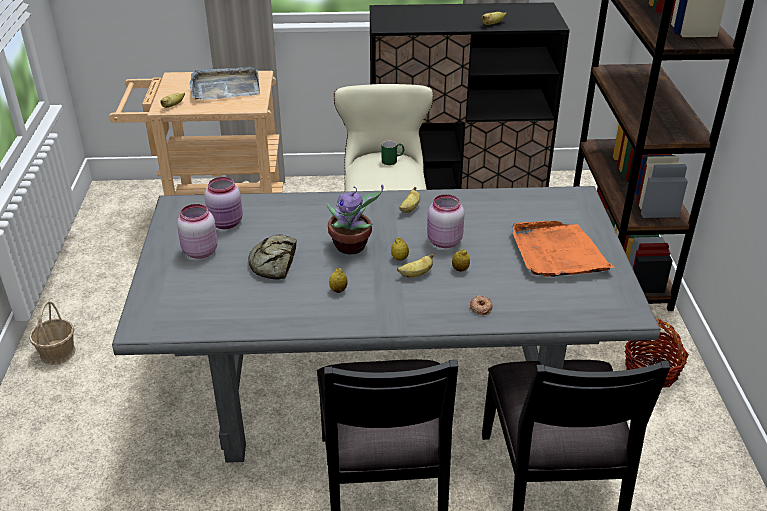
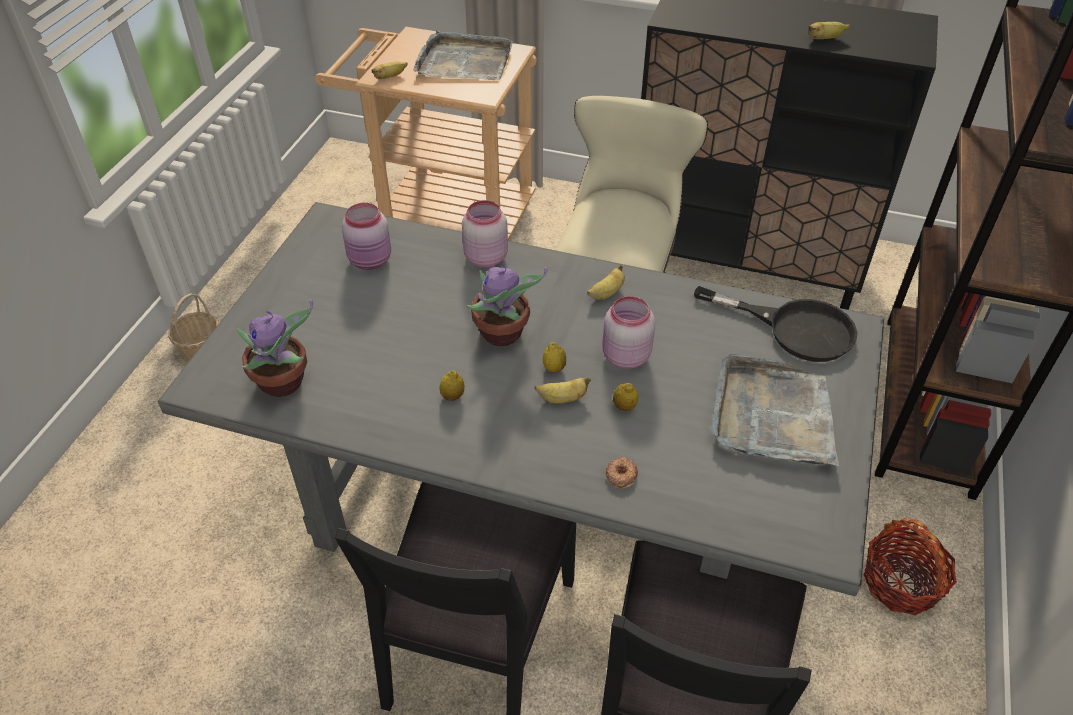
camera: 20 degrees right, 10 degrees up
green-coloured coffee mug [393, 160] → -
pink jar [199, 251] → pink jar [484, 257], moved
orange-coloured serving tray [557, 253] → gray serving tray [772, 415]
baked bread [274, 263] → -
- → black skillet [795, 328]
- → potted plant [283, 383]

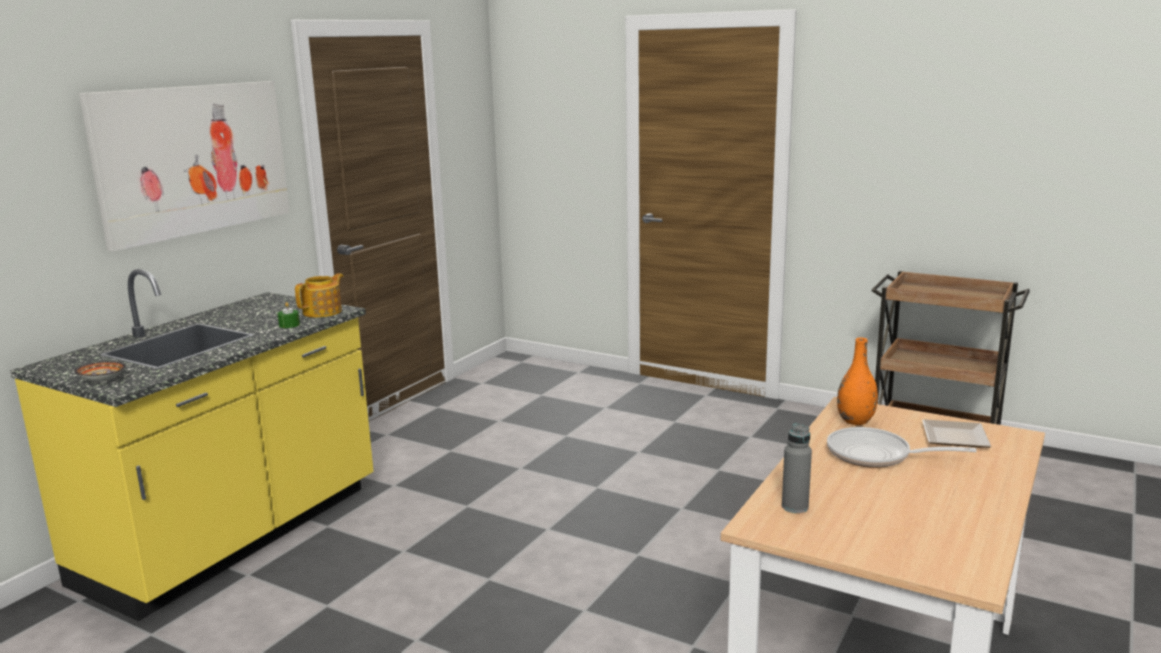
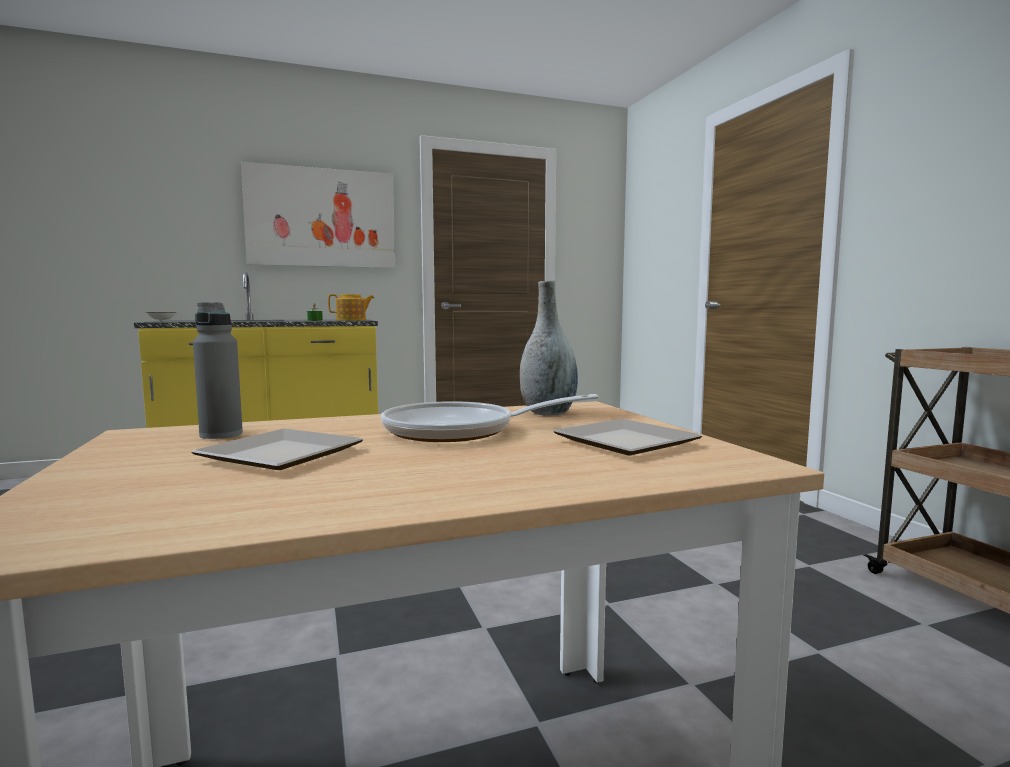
camera: 40 degrees right, 10 degrees down
orange-coloured flower vase [855, 421] → gray flower vase [548, 413]
skillet [876, 455] → skillet [461, 431], 75 degrees counterclockwise
- → dinner plate [282, 454]

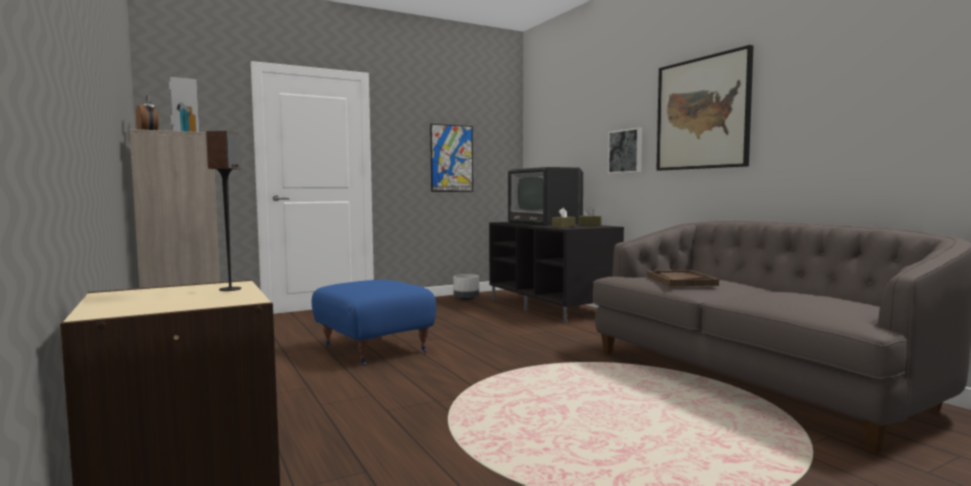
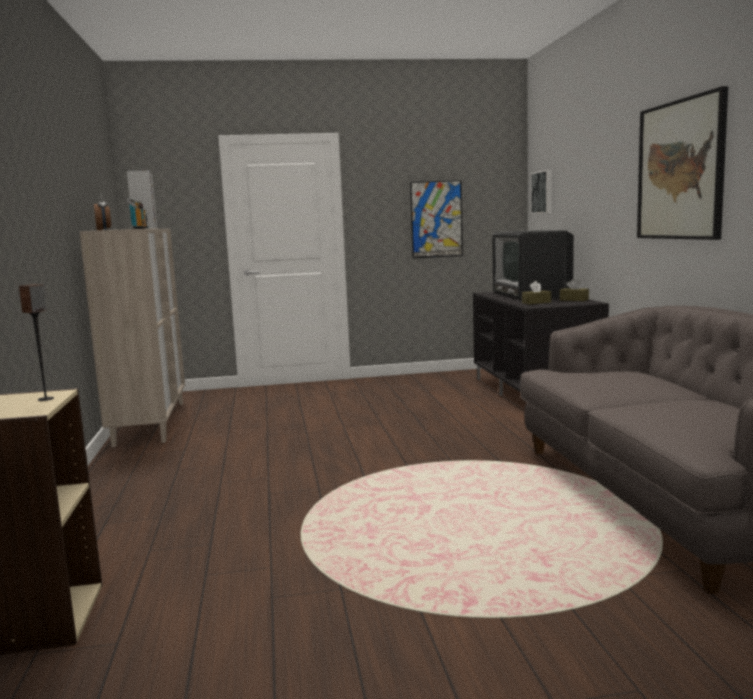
camera: 20 degrees right, 5 degrees up
wall art [626, 151] → wall art [542, 192], moved
brownish serving tray [680, 280] → -
white-coloured plant pot [466, 299] → -
bluish ottoman [374, 349] → -

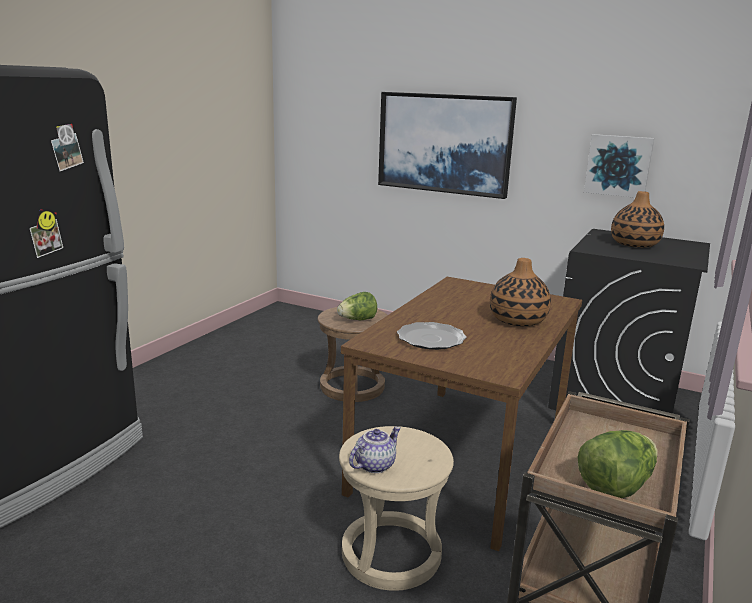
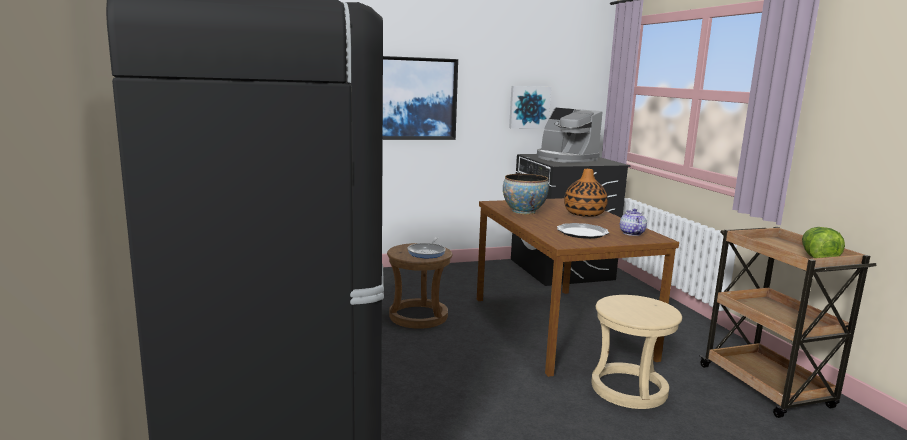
camera: 45 degrees left, 5 degrees down
flower vase [634, 244] → coffee machine [565, 158]
lettuce head [357, 320] → skillet [427, 252]
tea pot [374, 465] → tea pot [631, 233], moved
- → bowl [524, 211]

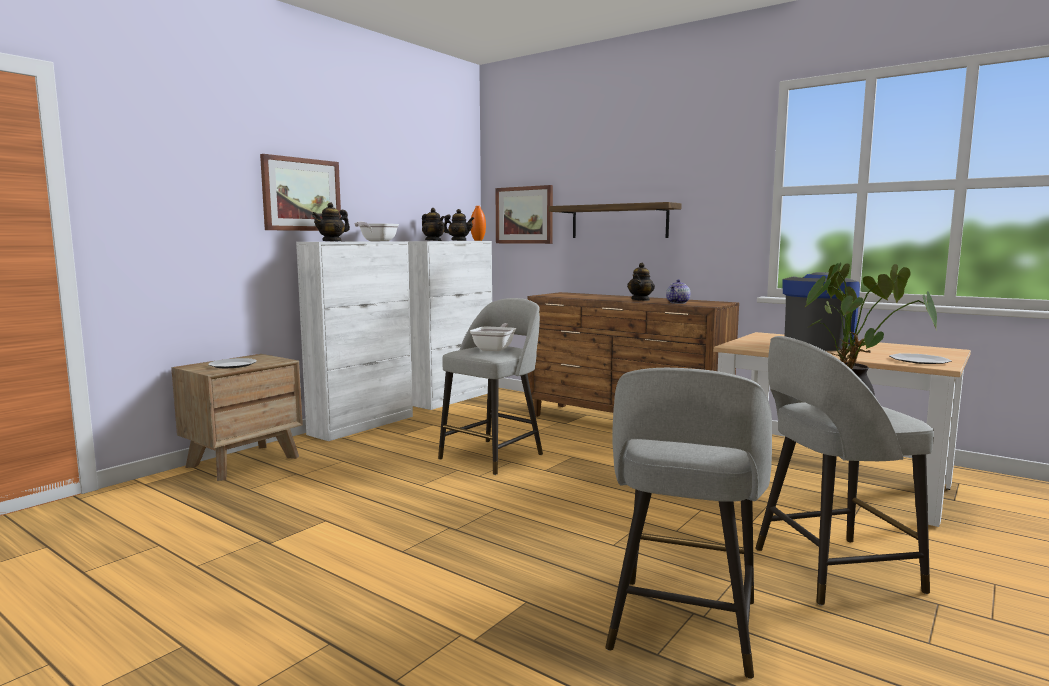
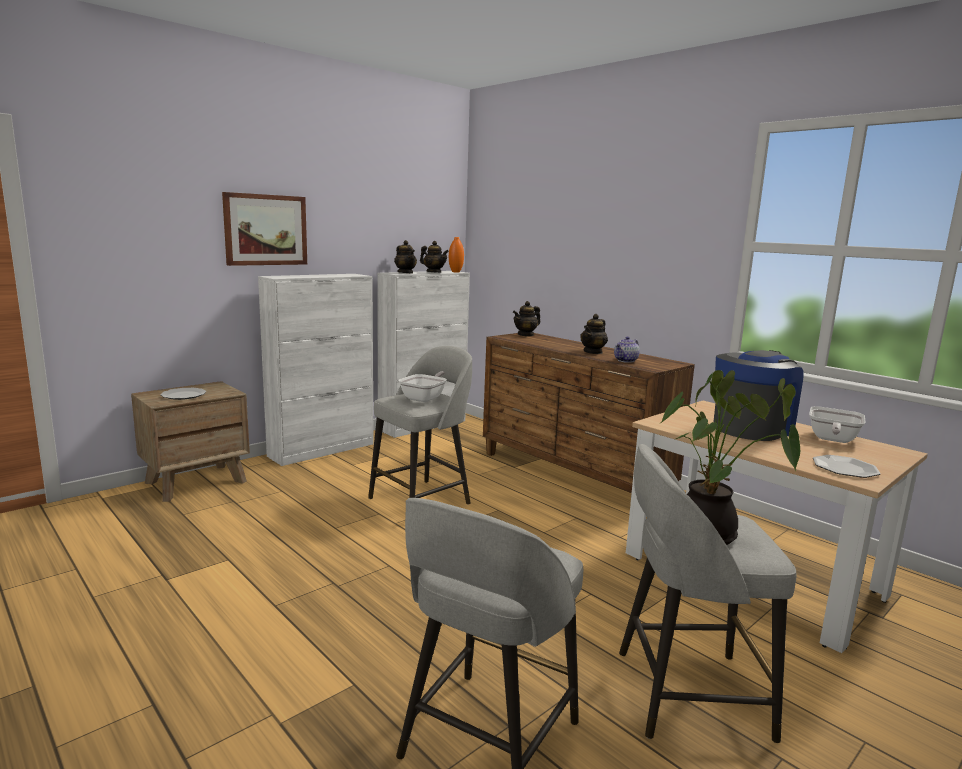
camera: 10 degrees right, 5 degrees up
wall art [524, 215] → -
tea pot [332, 241] → tea pot [526, 335], moved
bracket shelf [619, 221] → -
skillet [376, 241] → skillet [832, 440], moved

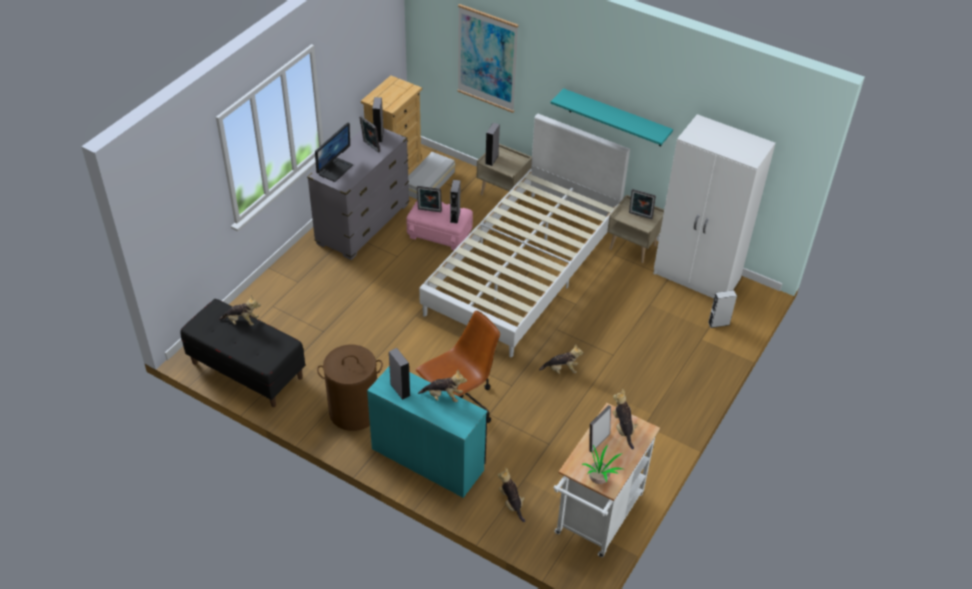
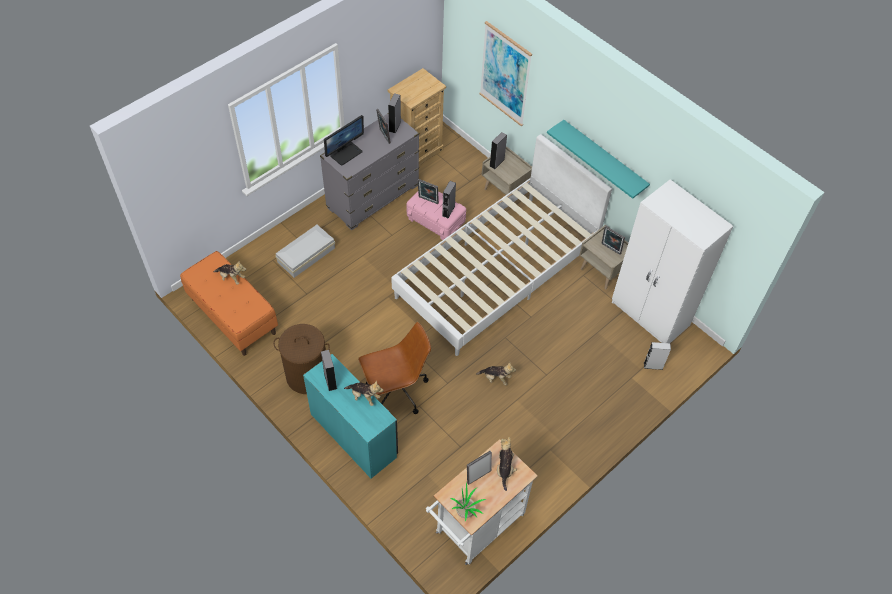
camera: 15 degrees right, 10 degrees up
white-coloured storage box [428, 183] → white-coloured storage box [305, 255], moved
black bench [246, 370] → orange-coloured bench [233, 316]
plush toy [511, 503] → -

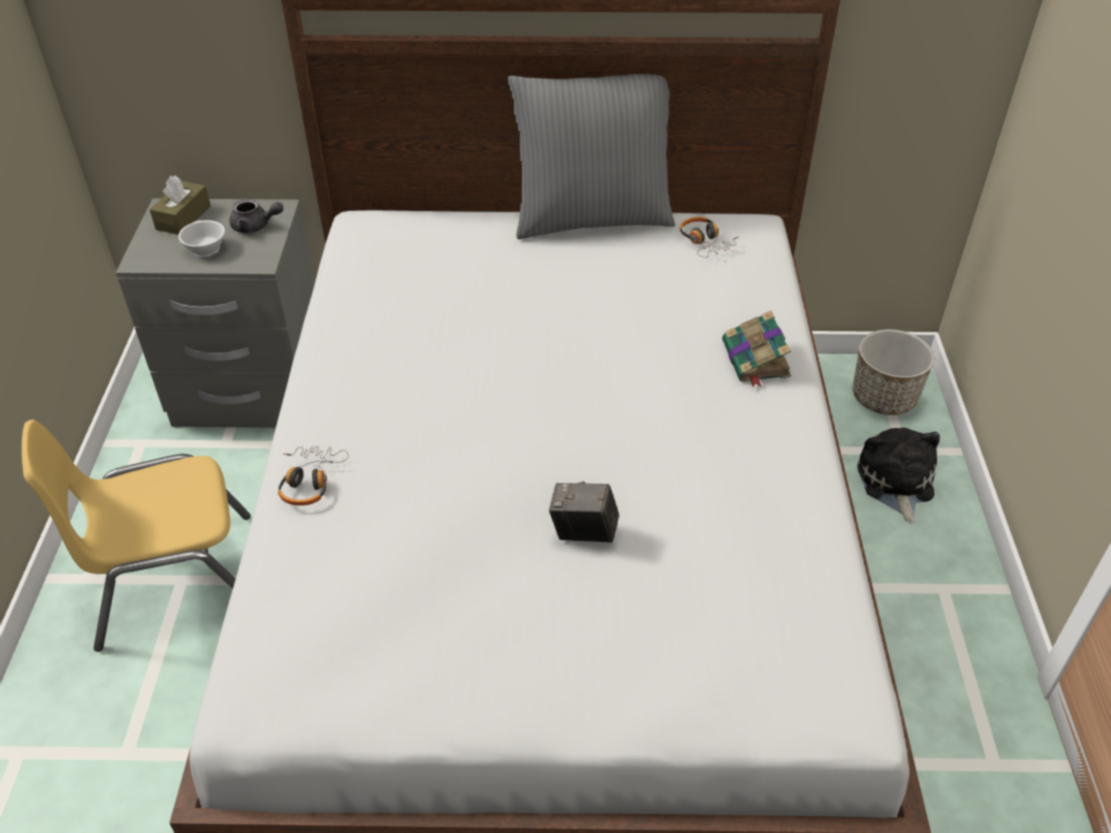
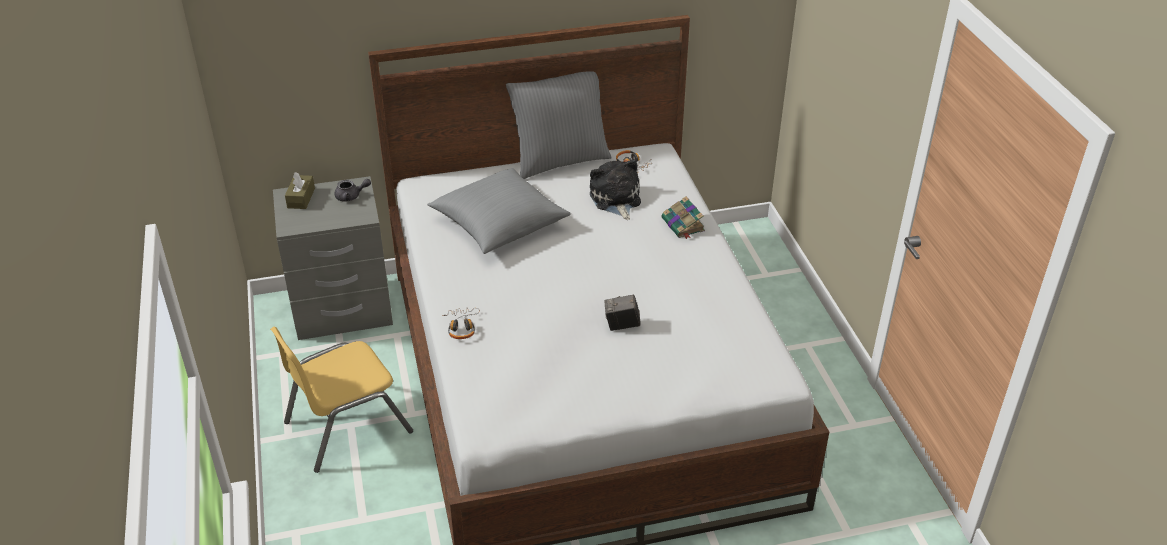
camera: 15 degrees left, 5 degrees down
white-coloured cup [204, 248] → -
plant pot [883, 397] → -
plush toy [895, 483] → plush toy [615, 200], moved
- → gray throw pillow [499, 224]

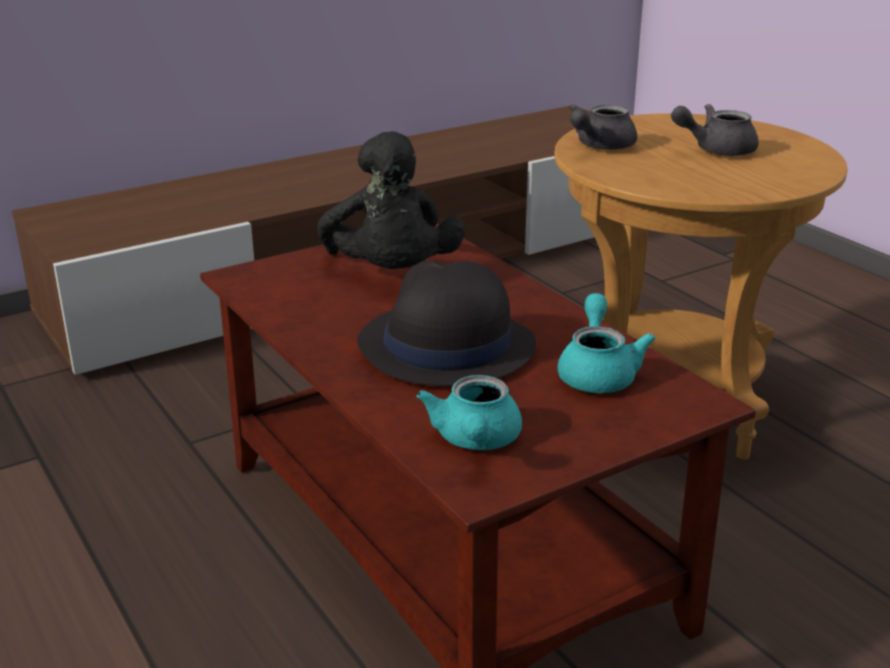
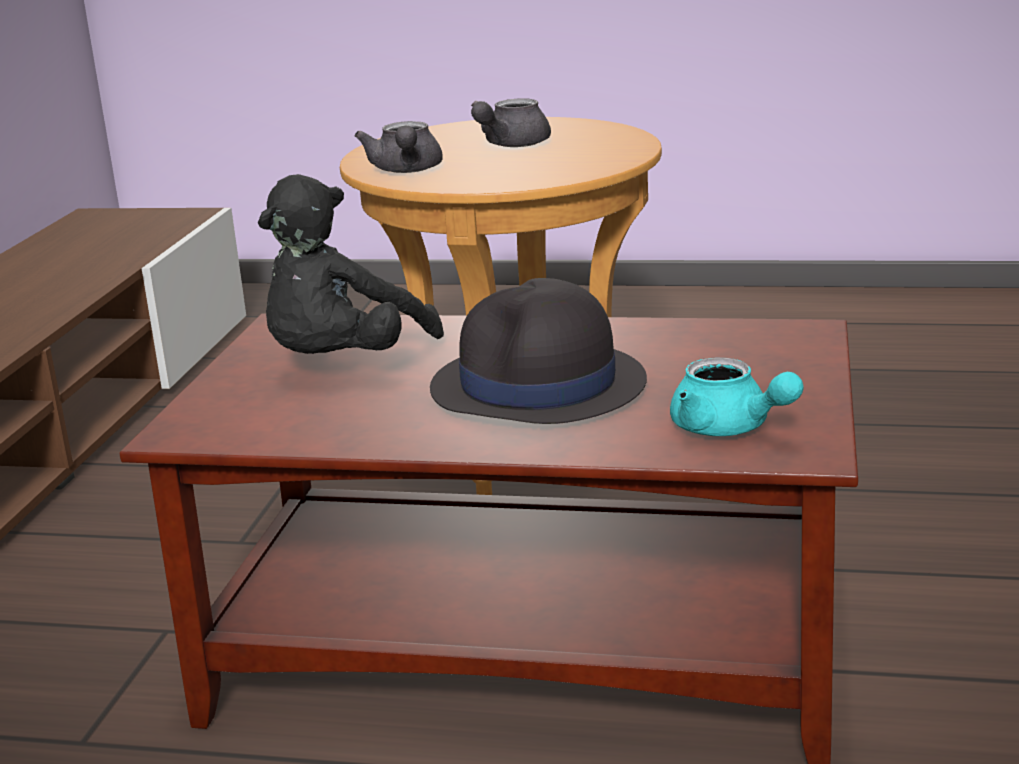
camera: 45 degrees left, 5 degrees down
black plush toy [391, 274] → black plush toy [343, 364], 90 degrees clockwise
turquoise-coloured tea pot [598, 372] → -

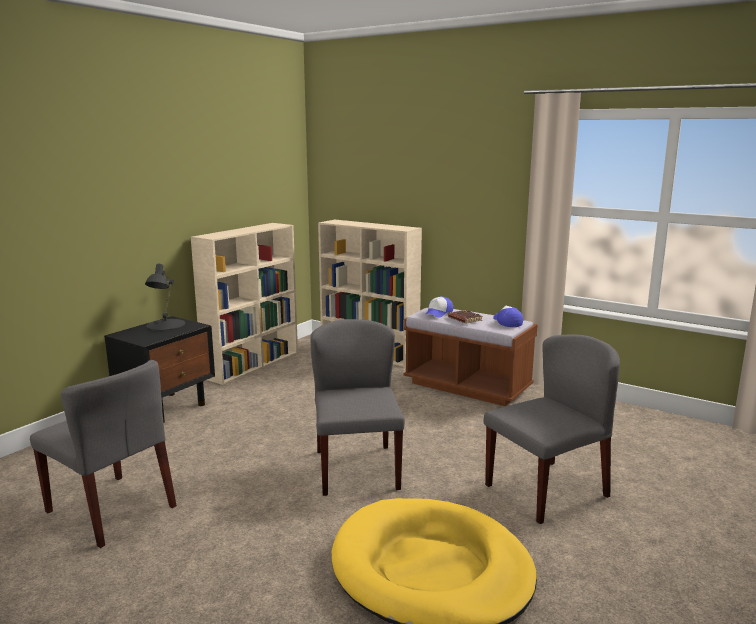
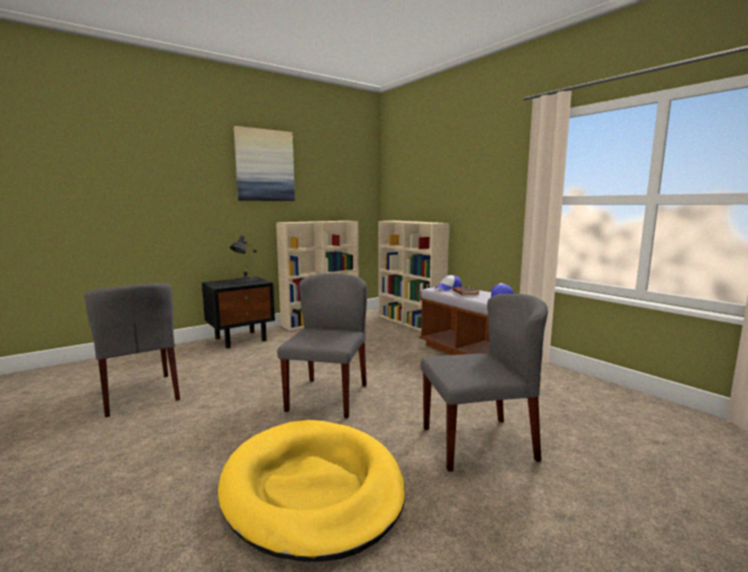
camera: 20 degrees right, 5 degrees down
- → wall art [265, 165]

